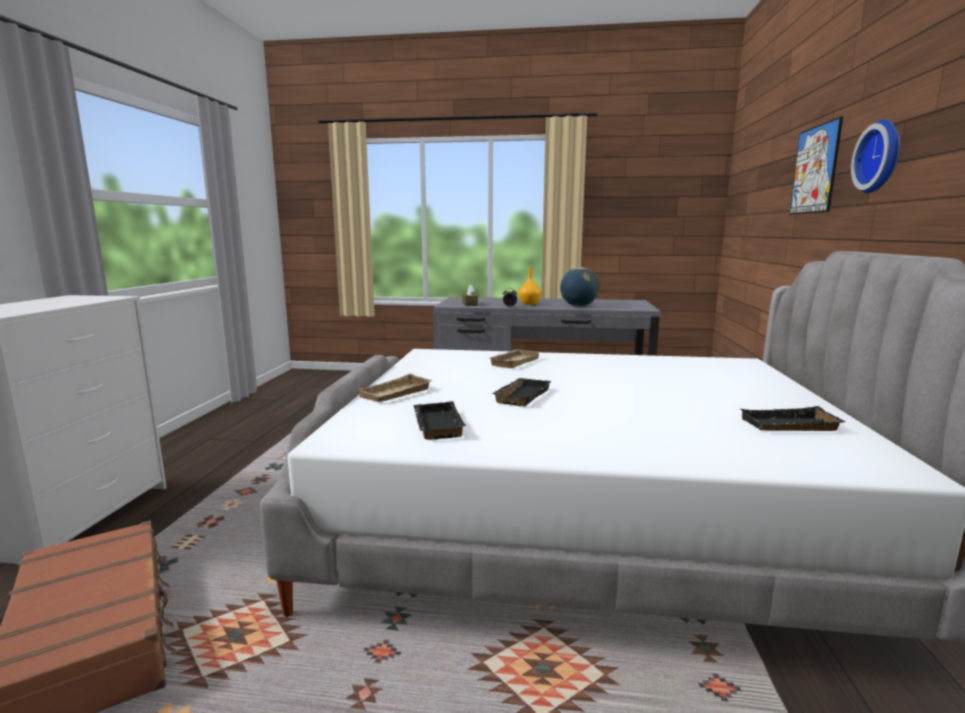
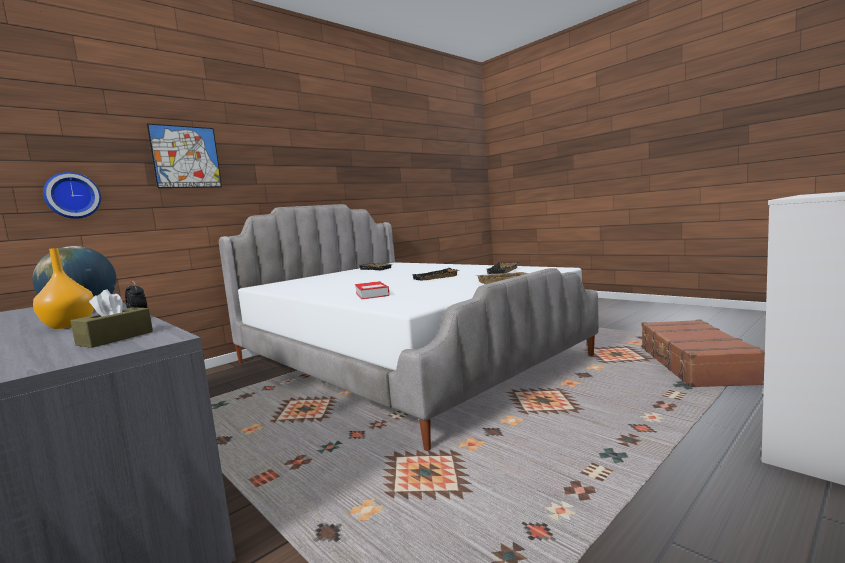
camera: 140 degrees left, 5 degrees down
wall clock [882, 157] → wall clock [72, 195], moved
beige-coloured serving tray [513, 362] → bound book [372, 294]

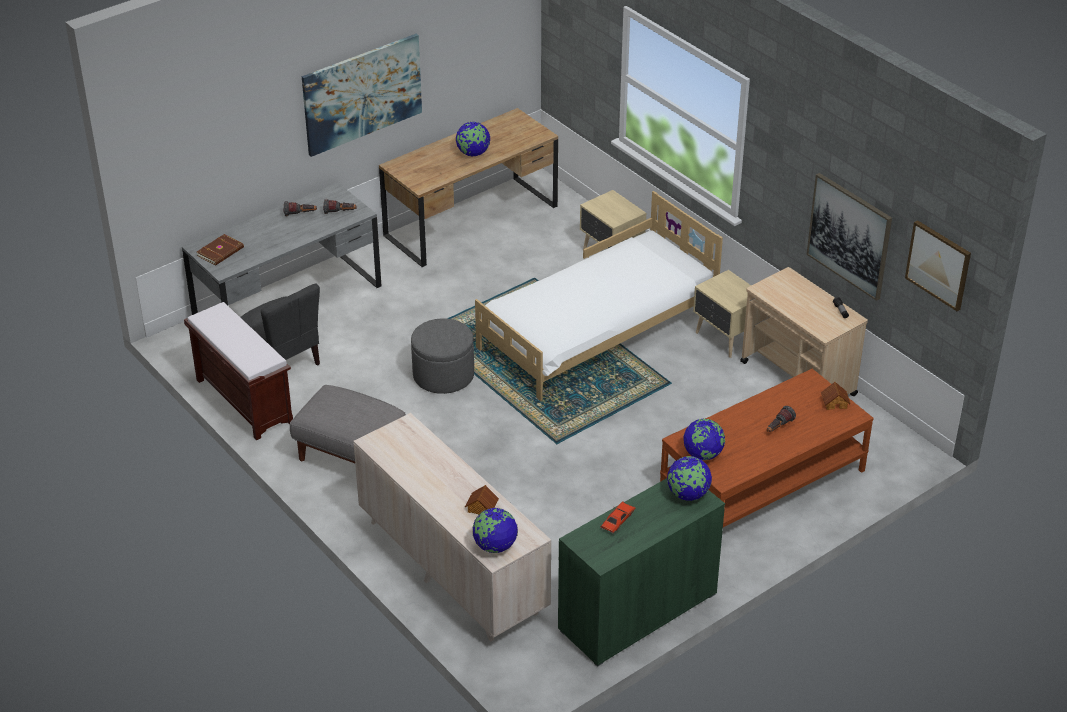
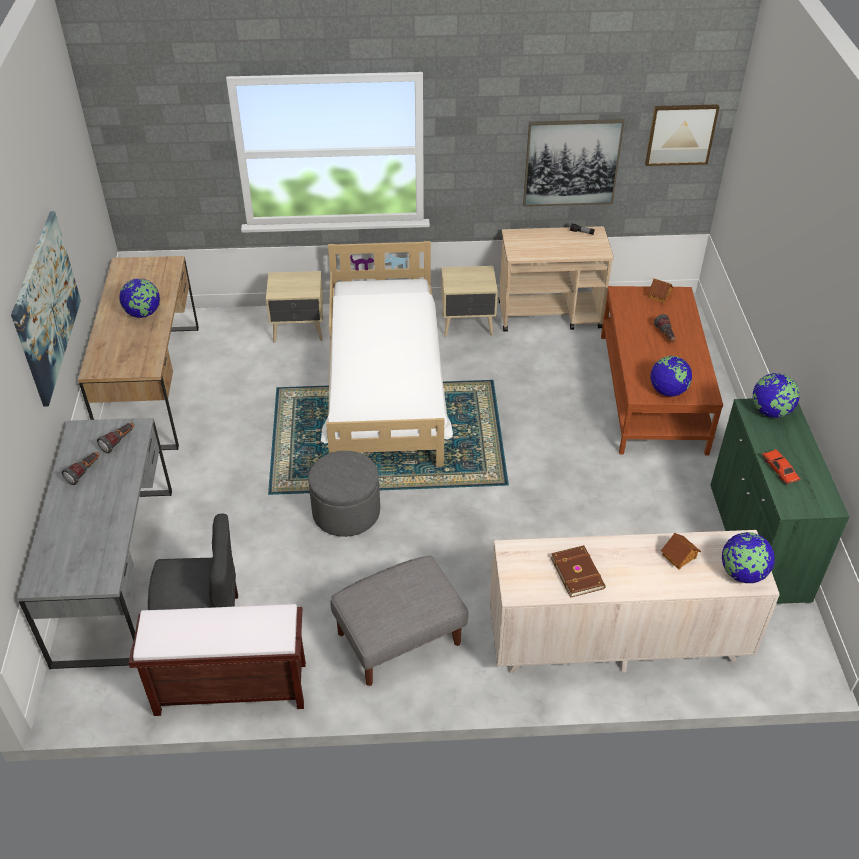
camera: 55 degrees left, 5 degrees up
brownish bound book [221, 252] → brownish bound book [578, 572], moved

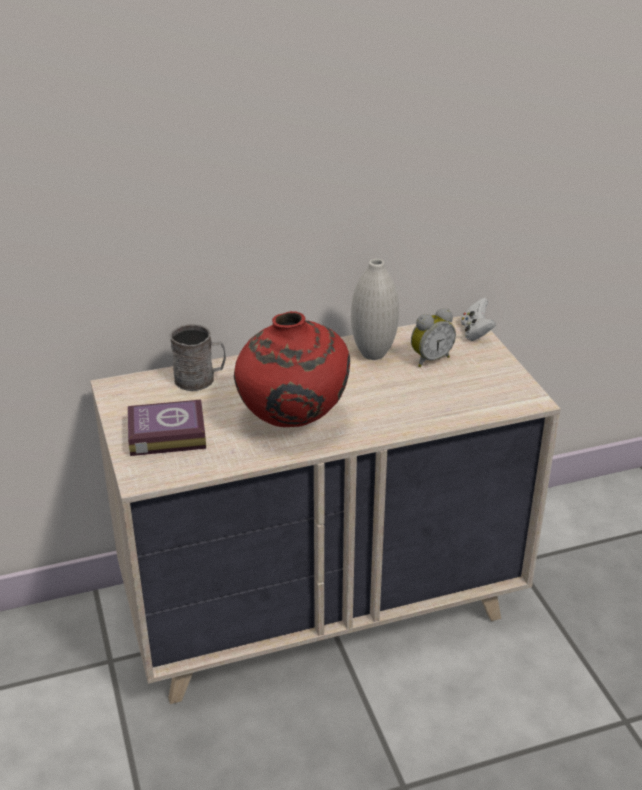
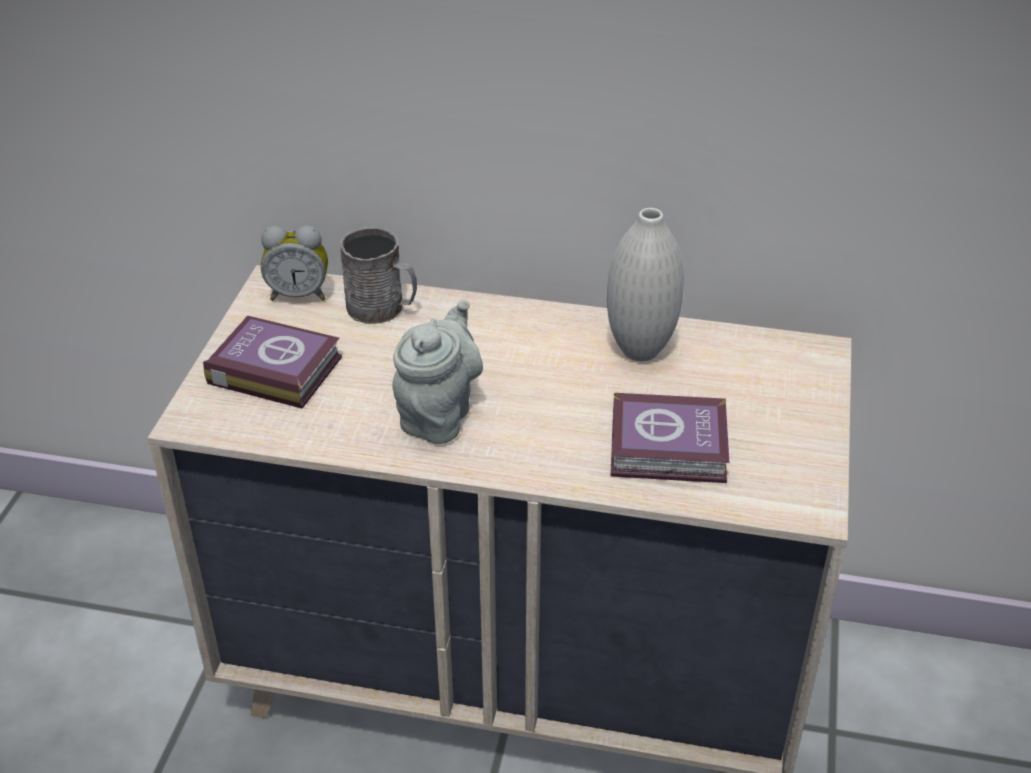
camera: 30 degrees right, 5 degrees up
white-coloured joypad [475, 332] → -
table clock [430, 359] → table clock [299, 294], moved
red-coloured flower vase [292, 423] → gray tea pot [438, 414]
- → bound book [671, 449]

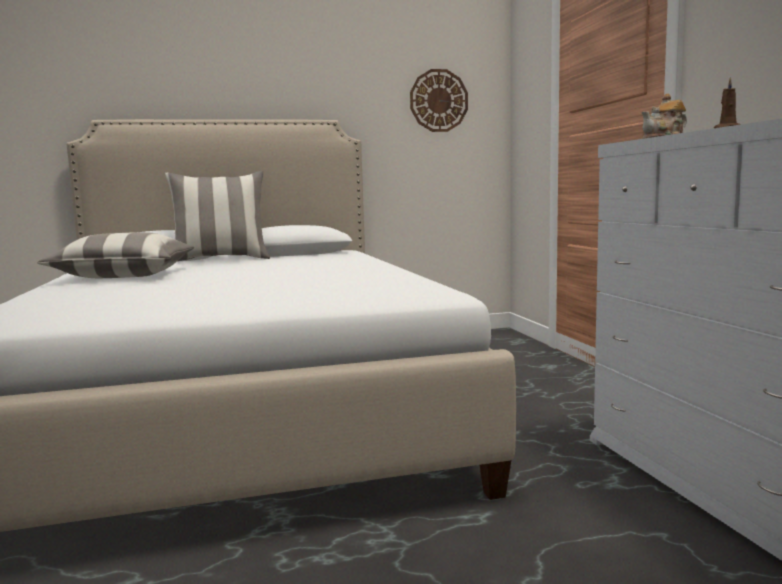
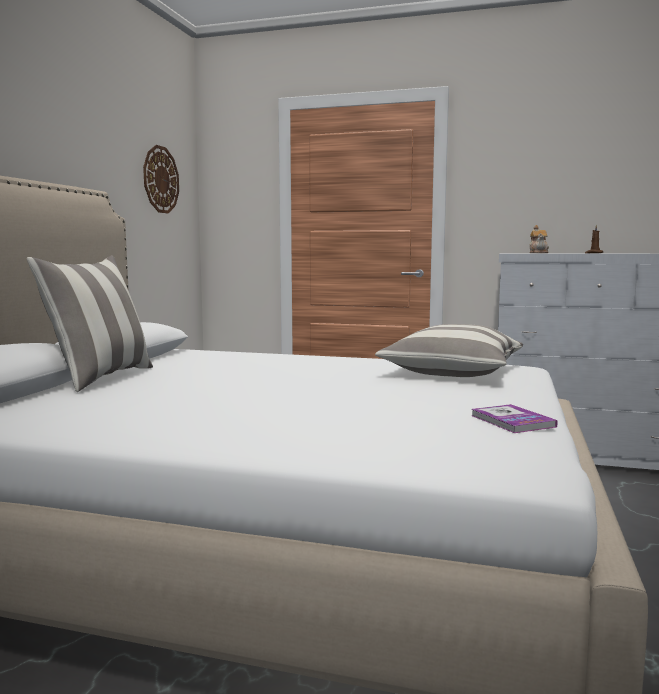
camera: 60 degrees left, 0 degrees up
throw pillow [125, 276] → throw pillow [452, 372], moved
- → bound book [512, 421]

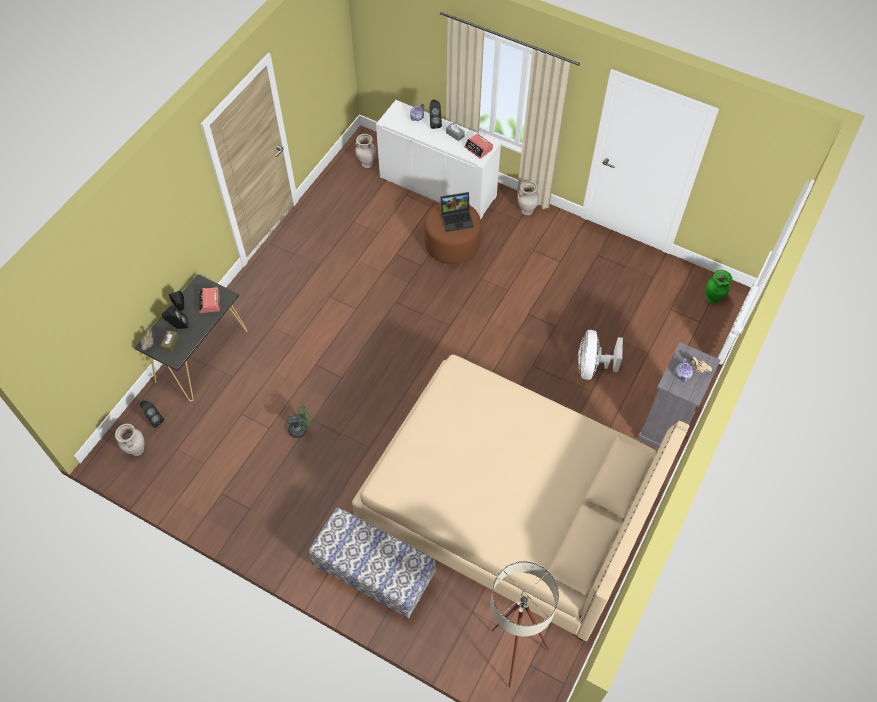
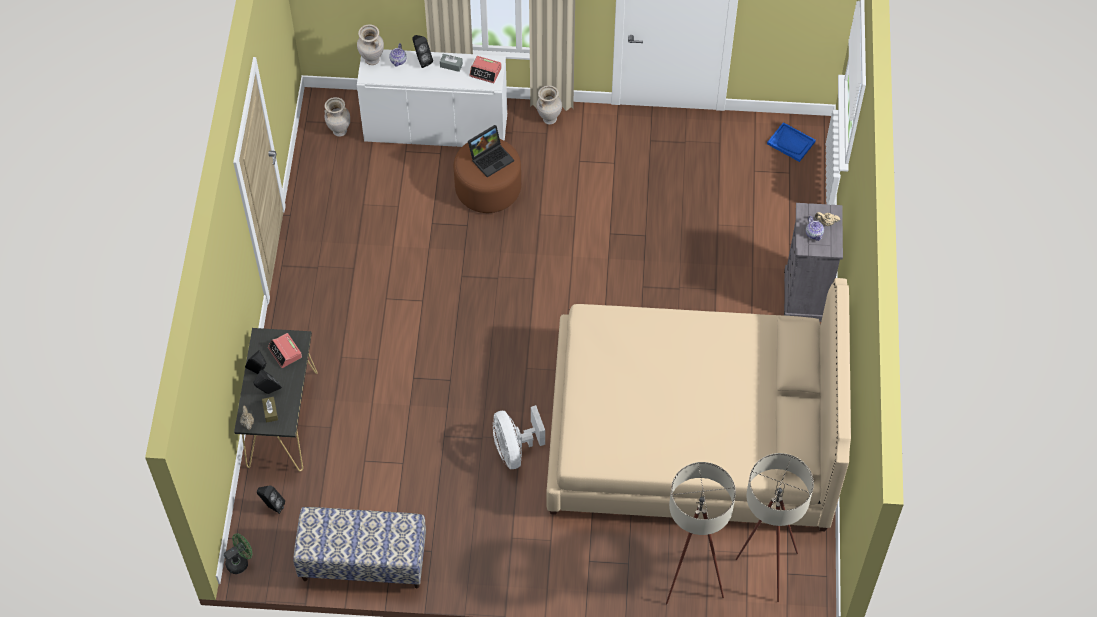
camera: 25 degrees left, 0 degrees up
green-coloured flower vase [712, 299] → bluish serving tray [791, 143]
white-coloured cooling fan [592, 366] → white-coloured cooling fan [514, 449], moved
green-coloured cooling fan [301, 429] → green-coloured cooling fan [240, 561], moved
beige-coloured flower vase [136, 450] → beige-coloured flower vase [372, 60], moved
bench [374, 573] → bench [363, 561], moved
- → beige-coloured standard lamp [690, 577]

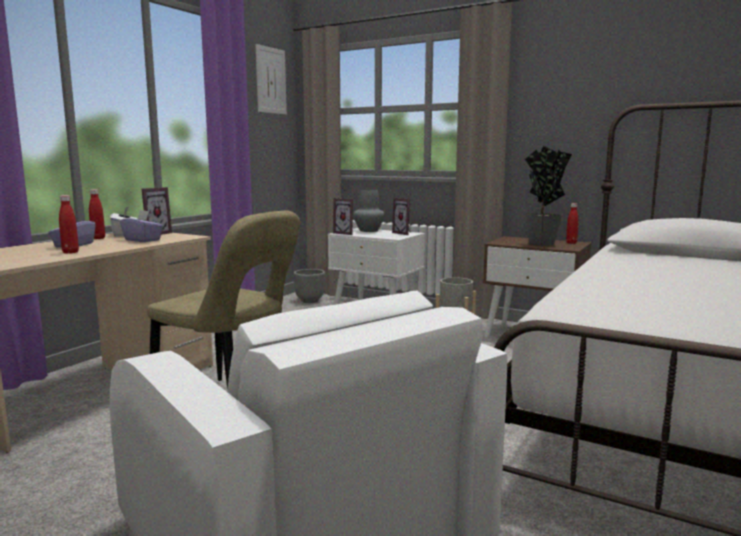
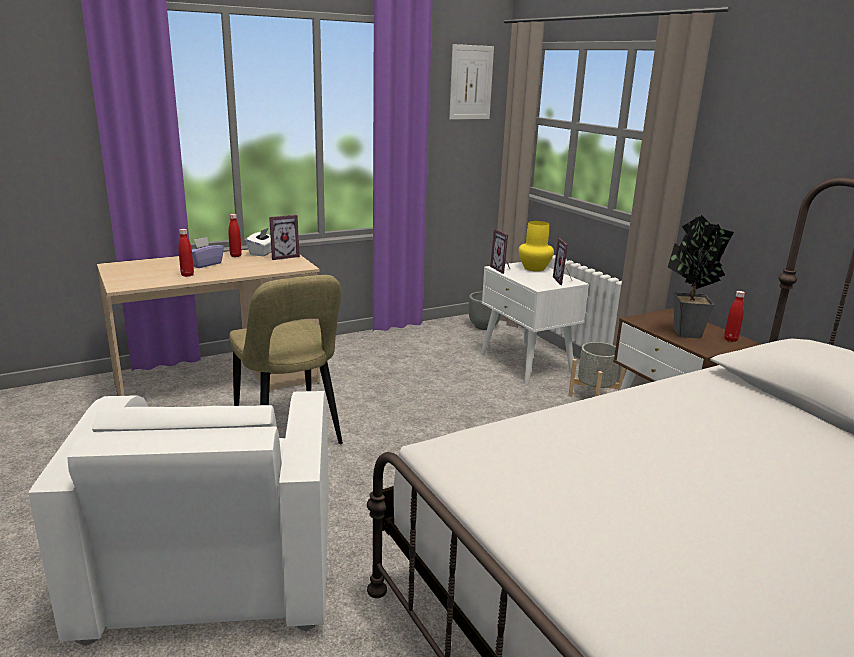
camera: 30 degrees right, 10 degrees up
gray flower vase [368, 230] → yellowish flower vase [534, 268]
purplish box of tissues [143, 240] → -

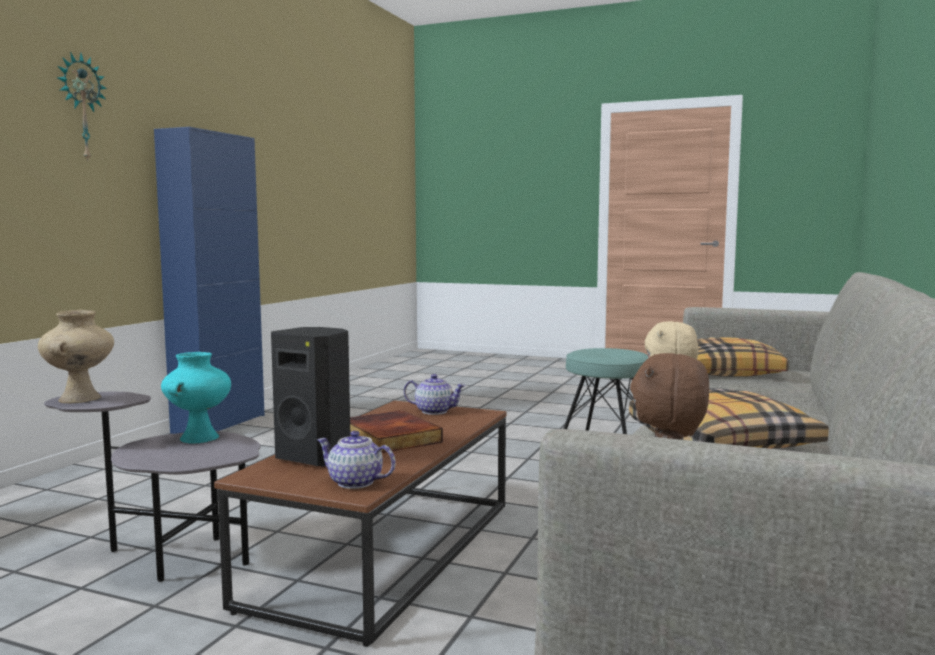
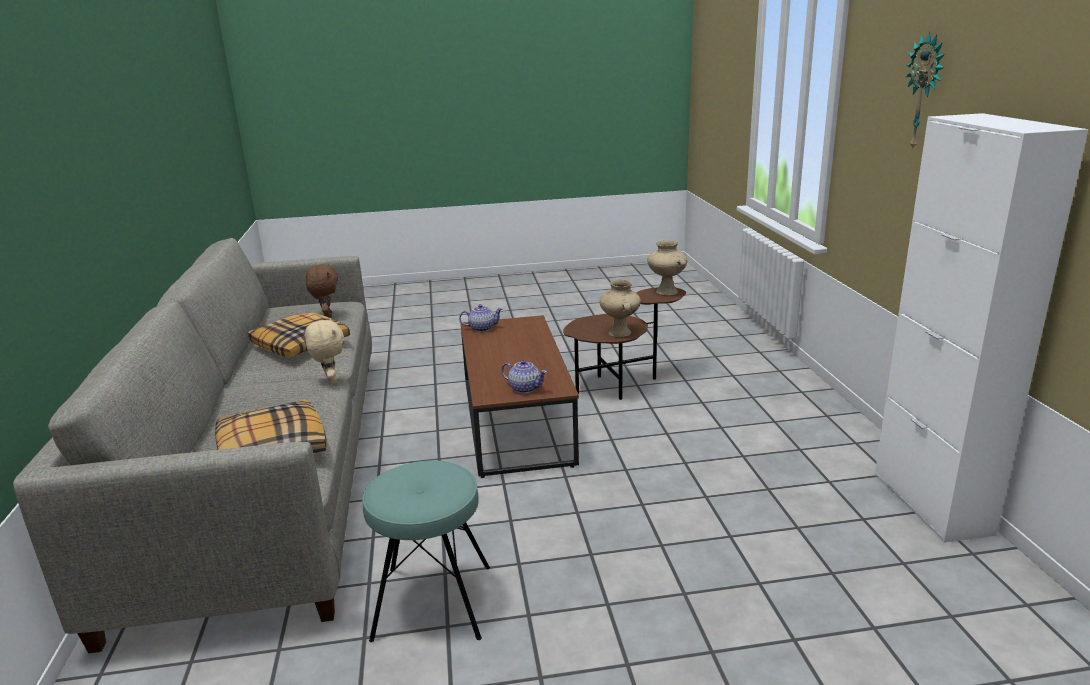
camera: 150 degrees right, 15 degrees up
bluish cabinet [219, 424] → white-coloured cabinet [931, 503]
black speaker [315, 457] → -
turquoise-coloured flower vase [199, 437] → beige-coloured flower vase [620, 333]
tea pot [434, 411] → tea pot [524, 388], 135 degrees counterclockwise
gray side table [170, 557] → brownish side table [620, 385]
bound book [389, 437] → -

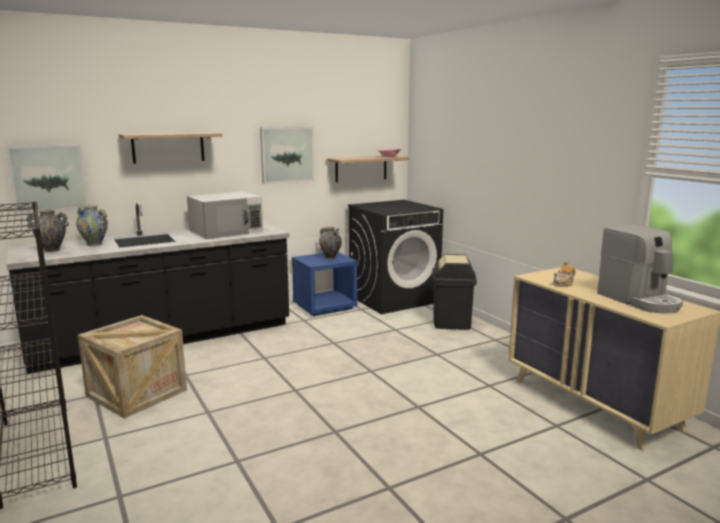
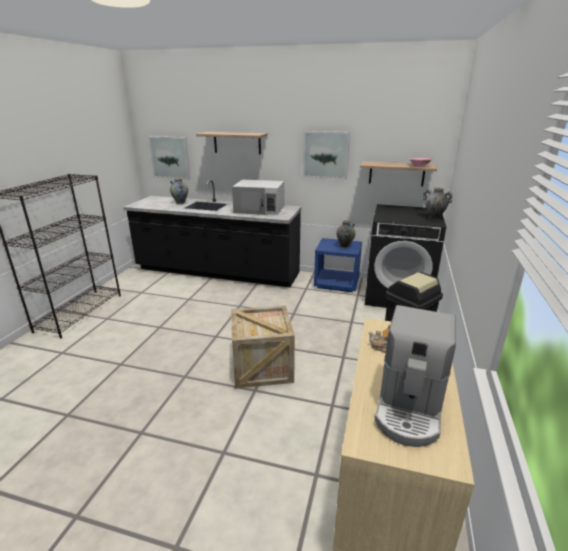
camera: 45 degrees right, 10 degrees up
flower vase [52, 250] → flower vase [434, 218], moved
shipping crate [137, 393] → shipping crate [262, 367], moved

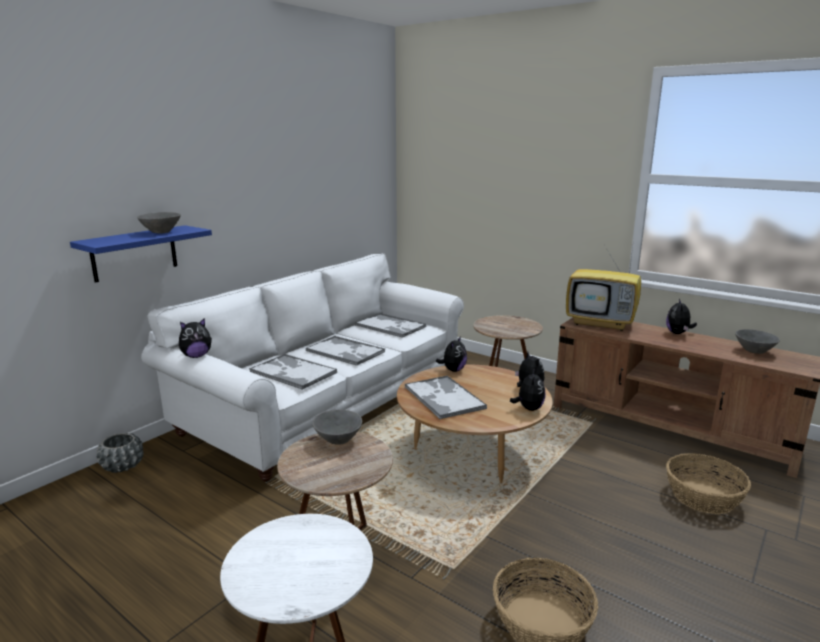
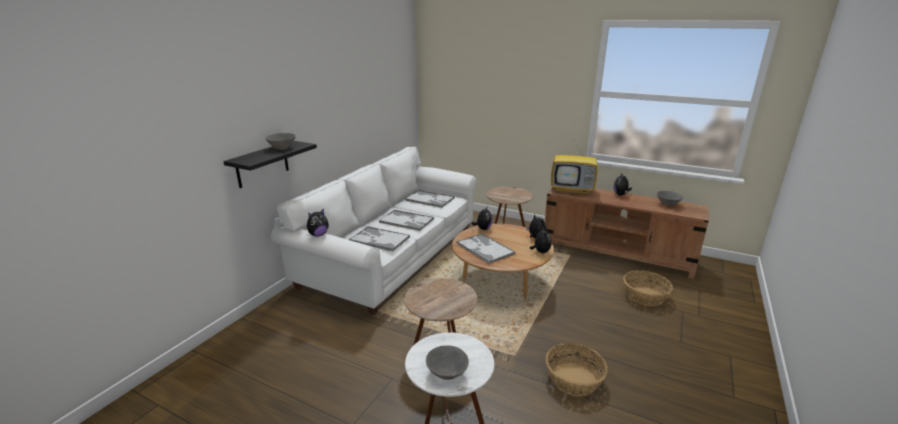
camera: 10 degrees left, 5 degrees up
bluish bracket shelf [134, 253] → black bracket shelf [262, 164]
gray bowl [338, 440] → gray bowl [447, 374], moved
gray plant pot [123, 465] → -

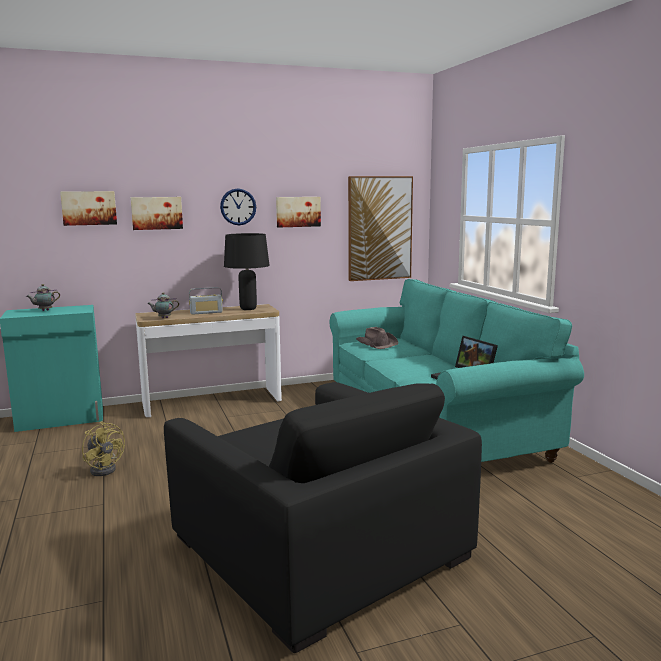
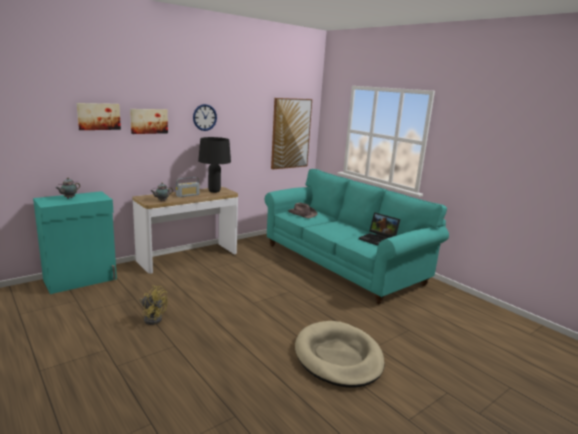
camera: 20 degrees left, 5 degrees up
wall art [298, 211] → -
black easy chair [317, 546] → beige-coloured dog bed [338, 357]

